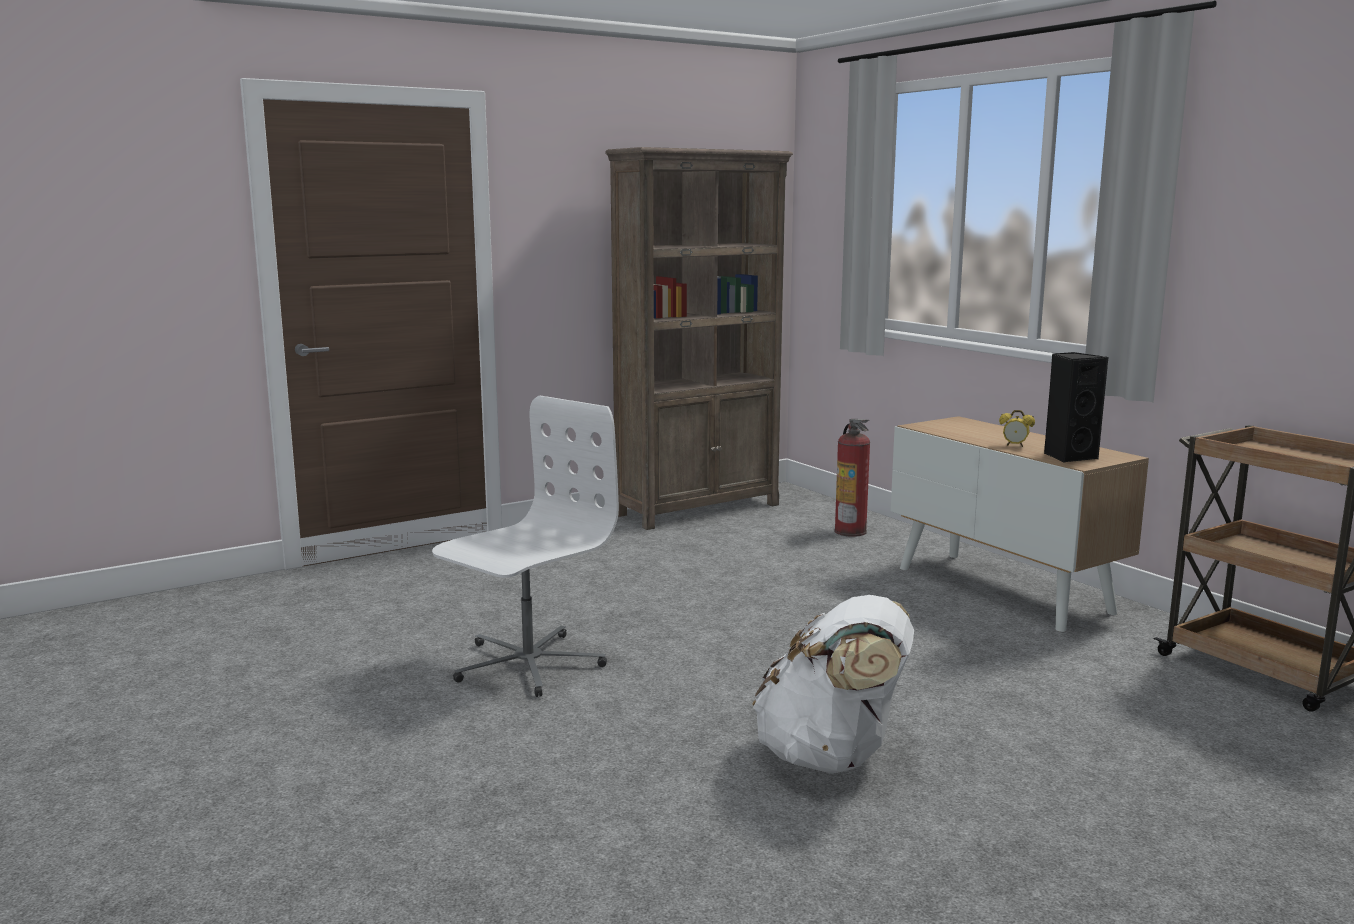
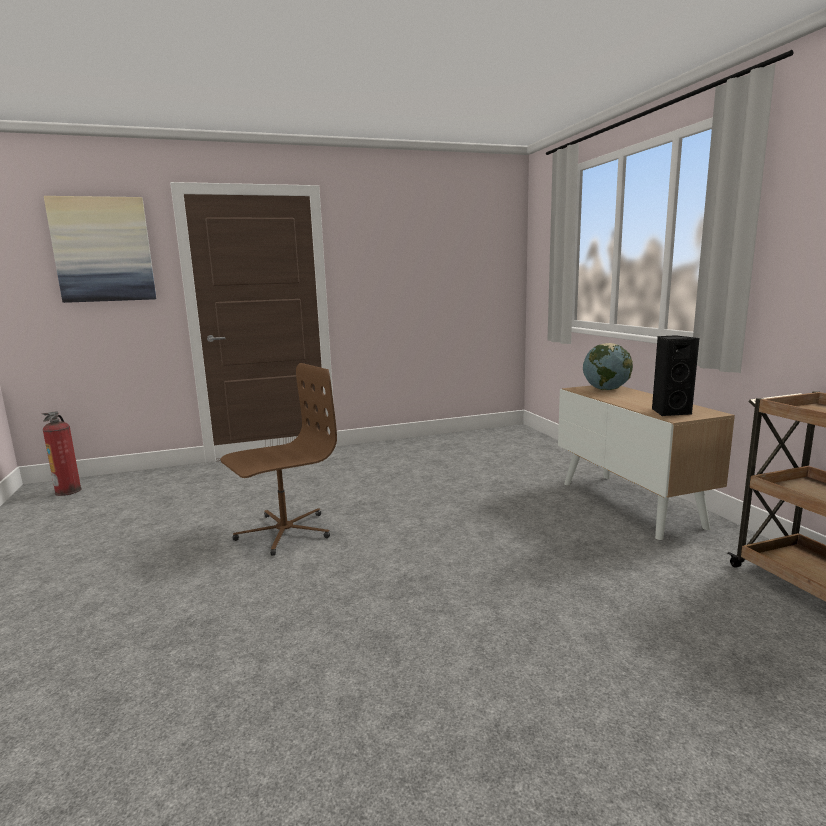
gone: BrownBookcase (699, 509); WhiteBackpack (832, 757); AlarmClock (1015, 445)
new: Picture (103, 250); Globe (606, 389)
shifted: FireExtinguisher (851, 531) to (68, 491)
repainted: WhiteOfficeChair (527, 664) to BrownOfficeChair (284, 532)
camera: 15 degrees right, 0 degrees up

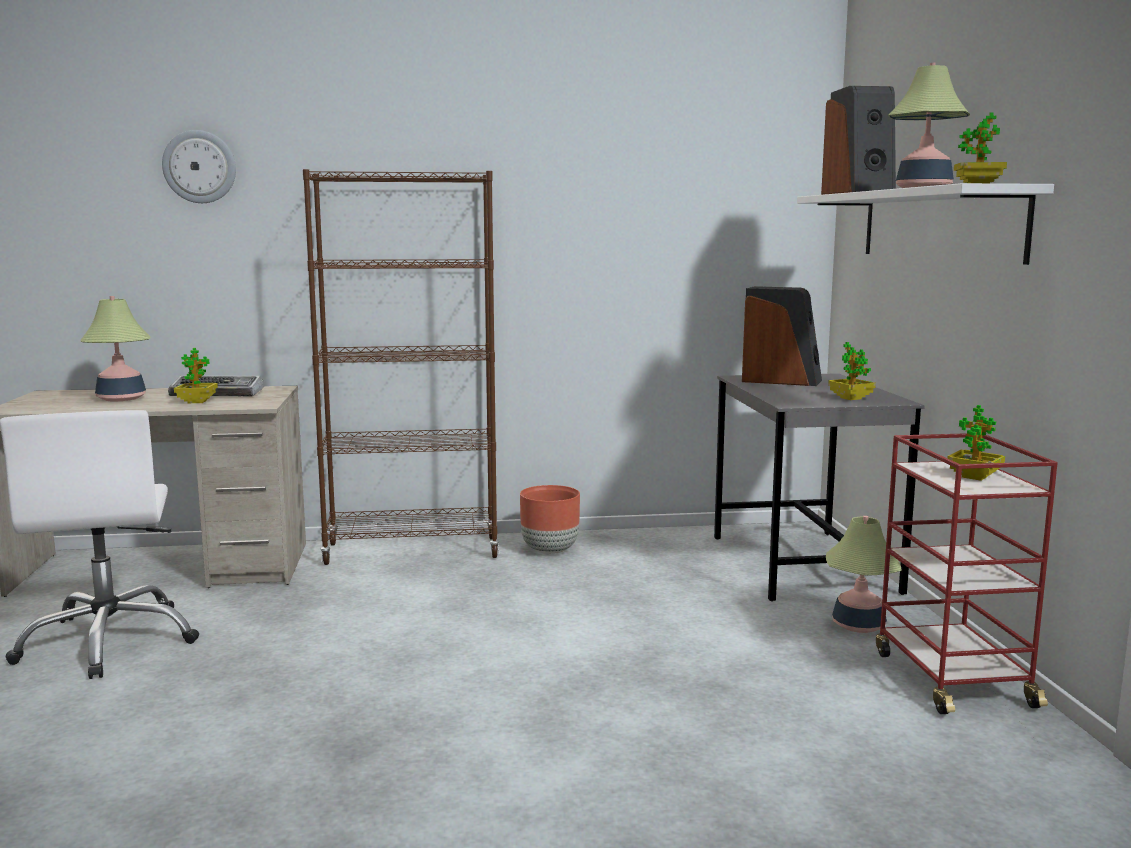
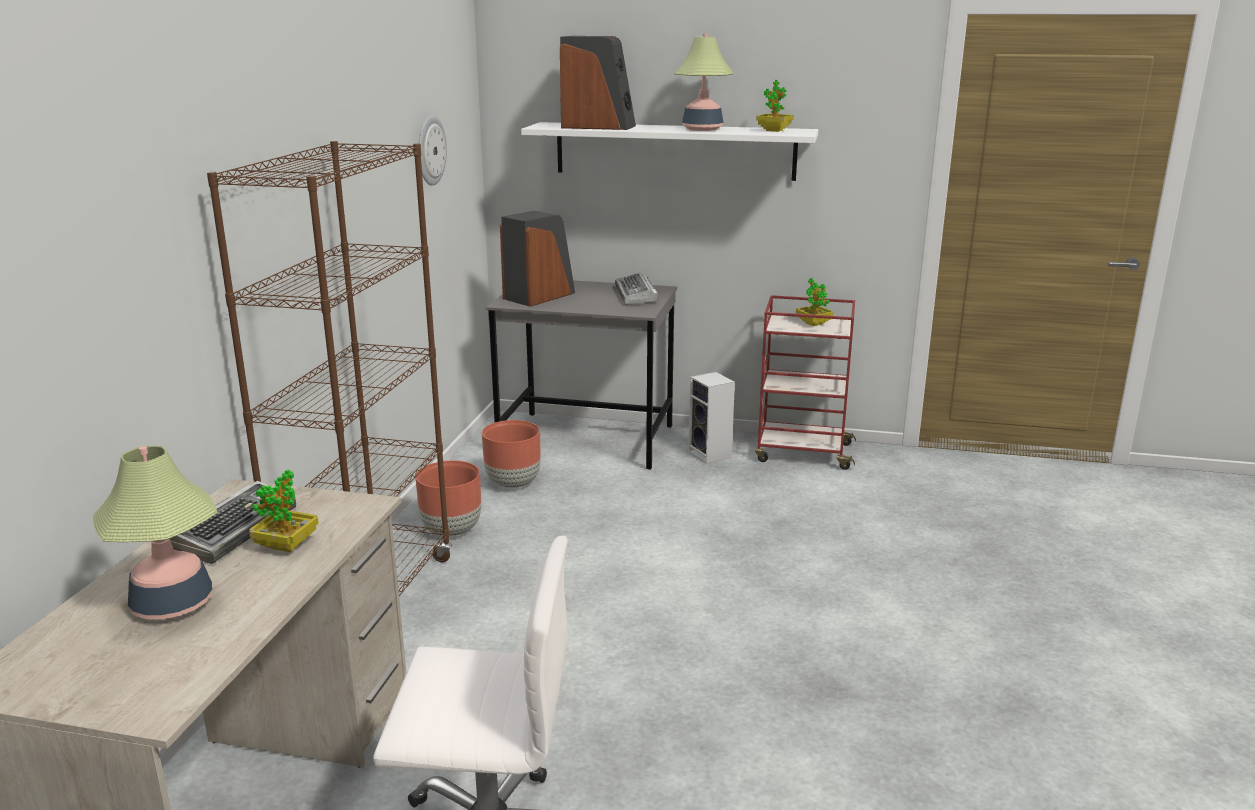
new: BrownPlanter (513, 483)
shifted: WallClock (199, 167) to (430, 150)
swapped: TableLamp (858, 625) to Speaker (711, 454); PottedPlant (850, 398) to Keyboard (636, 295)
camera: 70 degrees left, 10 degrees up

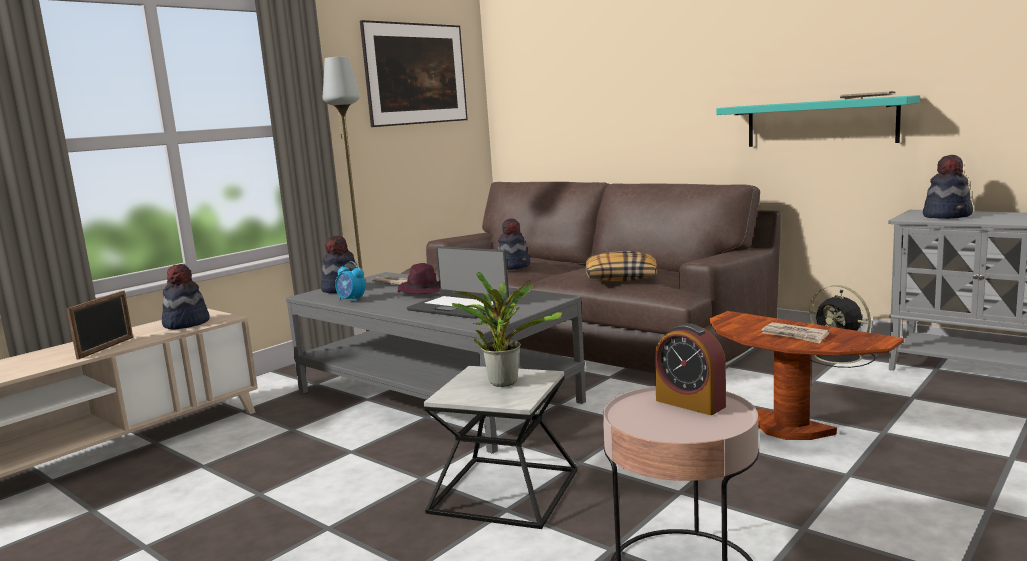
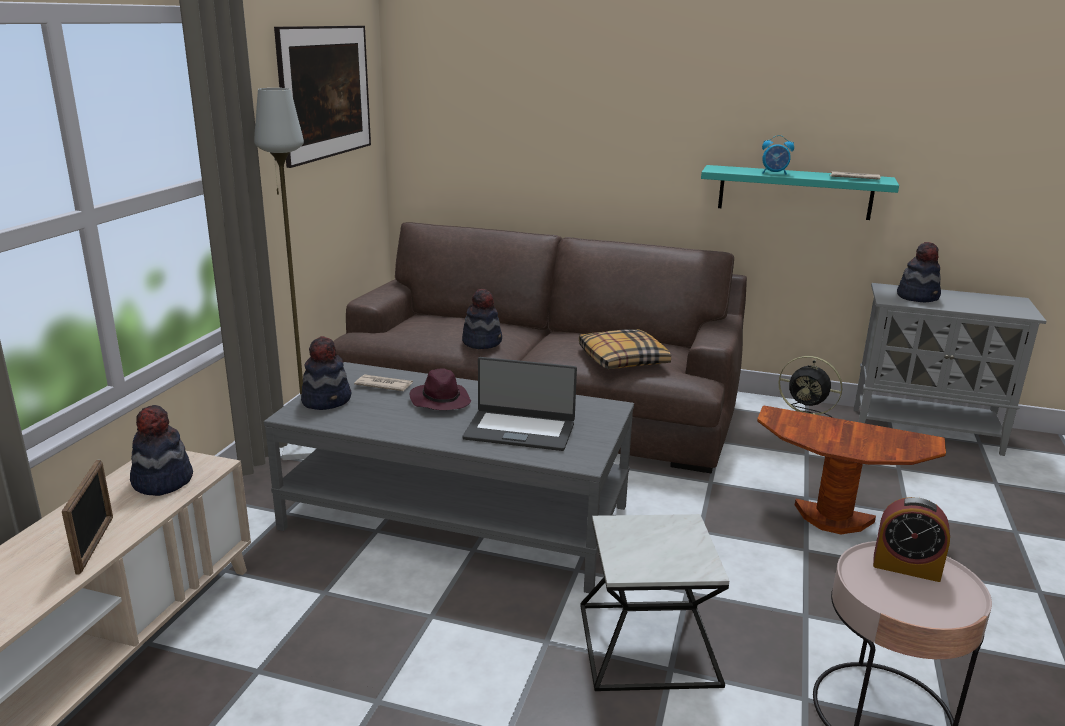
gone: PottedPlant (502, 381); Newspaper (795, 335)
shifted: AlarmClock (351, 300) to (774, 173)
camera: 25 degrees left, 10 degrees up

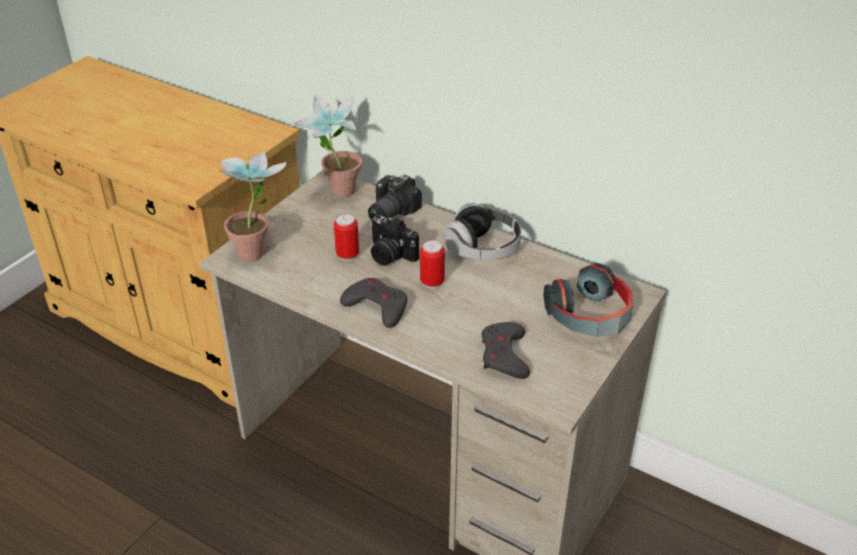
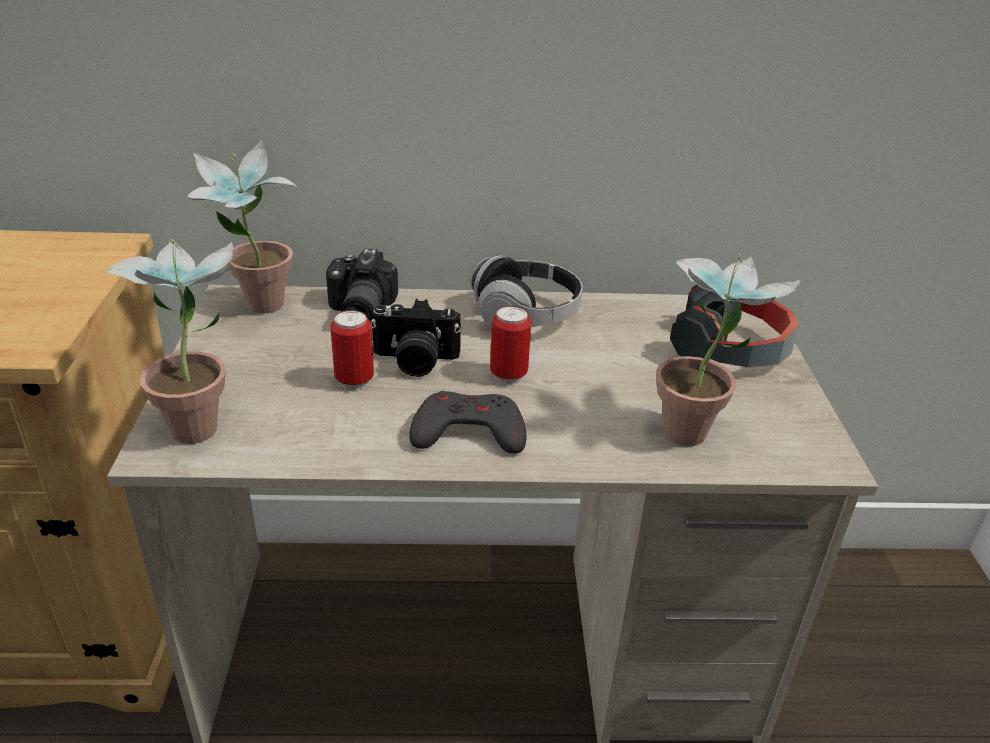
swapped: GreyGameController (504, 355) to PottedPlant (698, 429)
camera: 35 degrees left, 5 degrees down

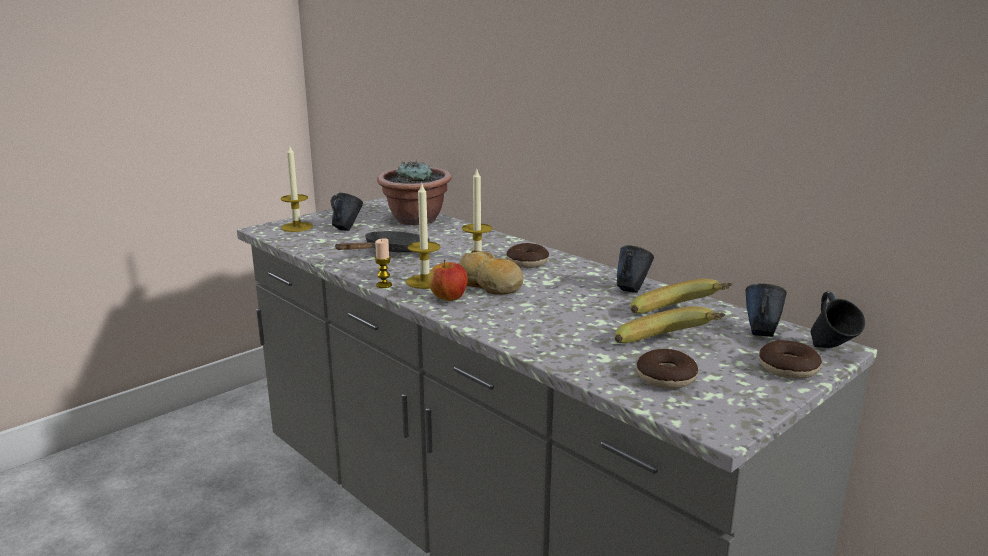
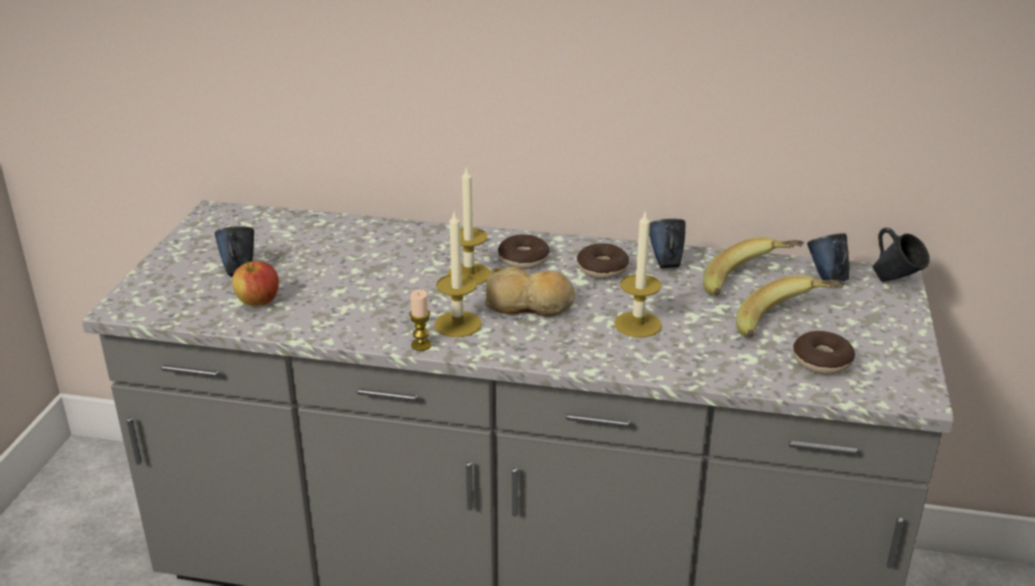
gone: BlackFryingPan (392, 252); PottedPlant (416, 220)
shifted: Candle (297, 227) to (638, 324); Apple (448, 298) to (258, 302); Donut (788, 368) to (602, 269)
camera: 35 degrees left, 10 degrees up

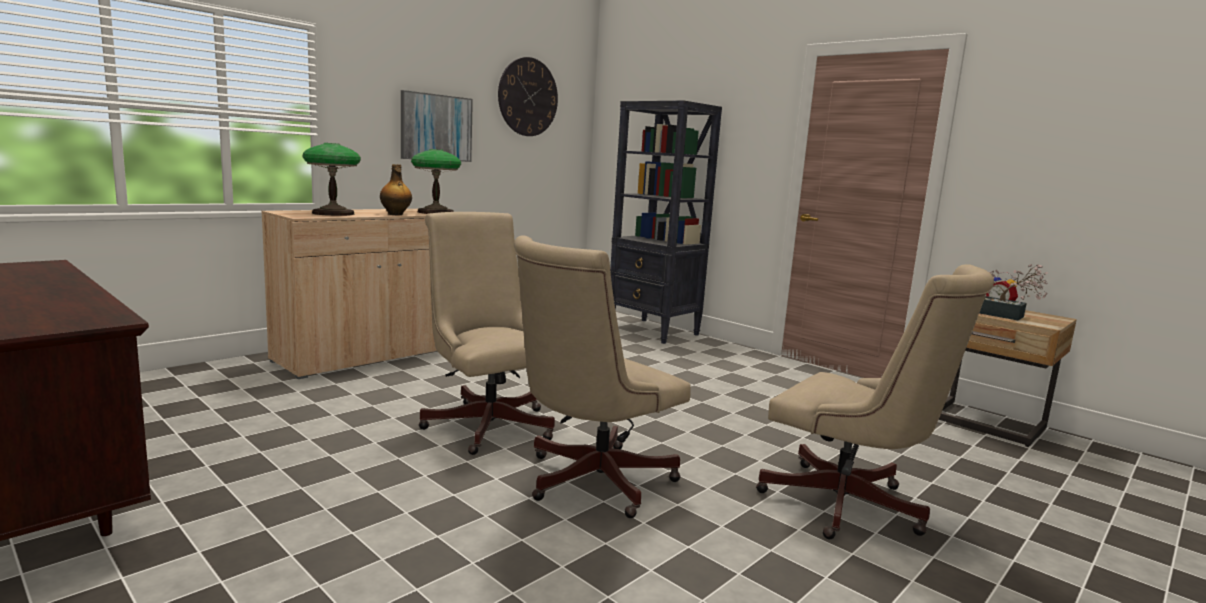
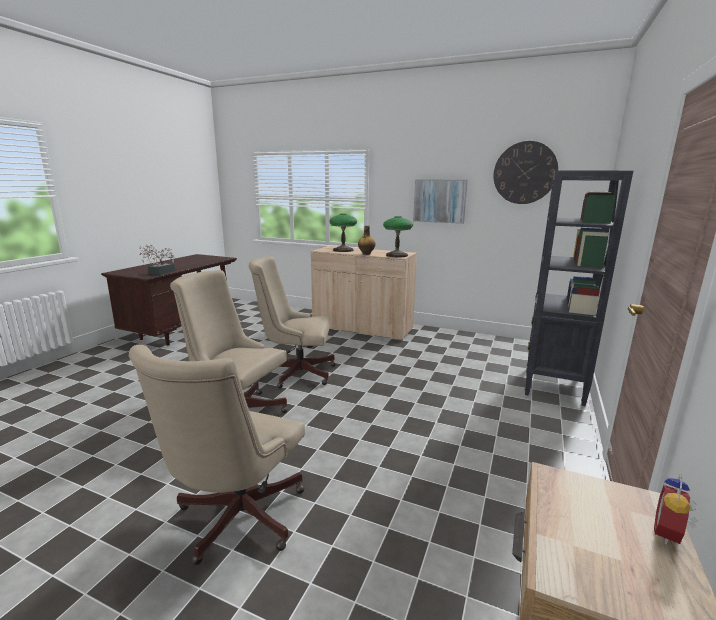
shifted: PottedPlant (1005, 316) to (159, 272)
rotated: BeigeOfficeChair (487, 423) = (295, 372) 120 degrees counterclockwise
camera: 70 degrees right, 5 degrees up

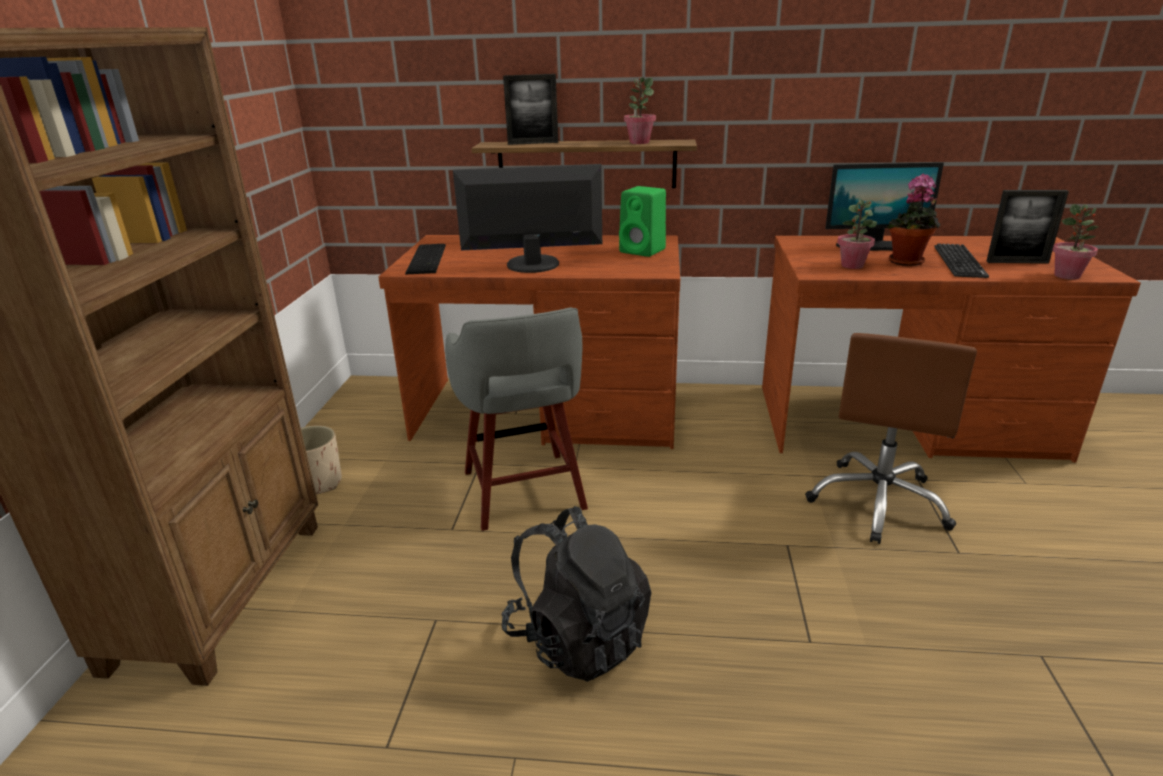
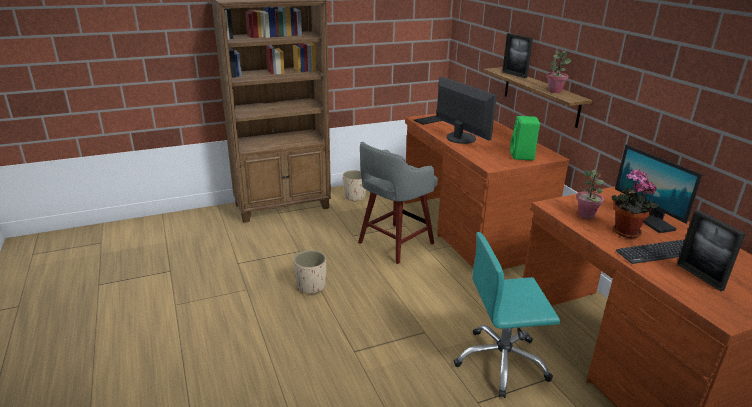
gone: PottedPlant (1067, 276)
swapped: BlackBackpack (577, 638) to BeigePlanter (311, 286)
repainted: BrownOfficeChair (879, 502) to TurquoiseOfficeChair (501, 362)
camera: 60 degrees right, 0 degrees up

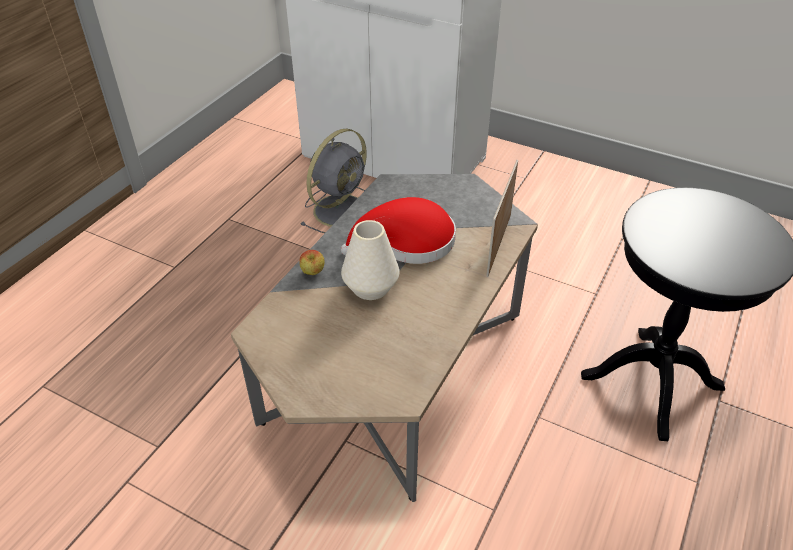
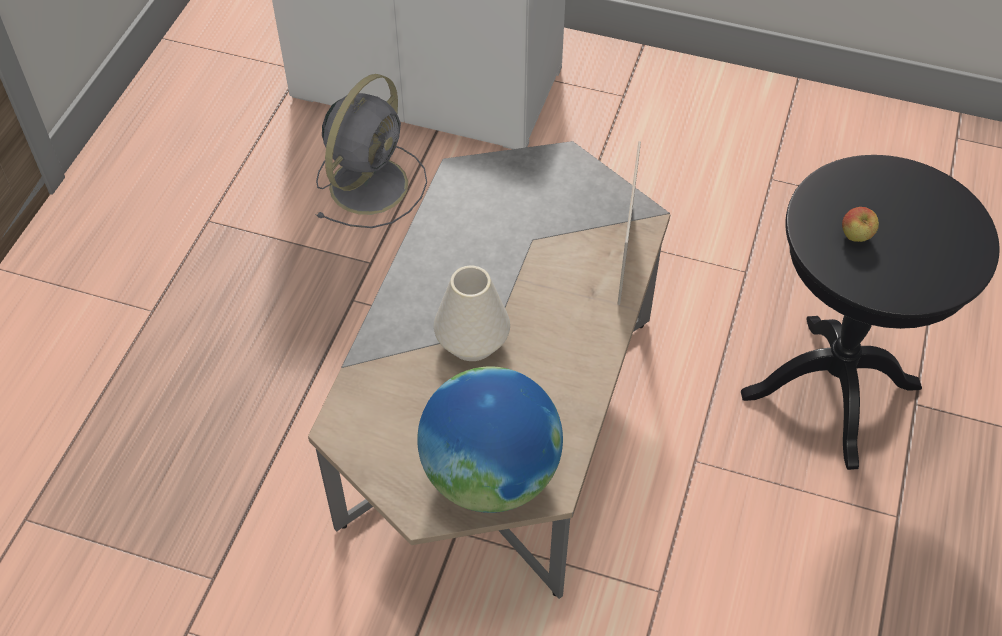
gone: RedHat (408, 242)
new: Globe (490, 476)
shifted: Apple (313, 273) to (855, 237)
camera: 10 degrees left, 10 degrees up

